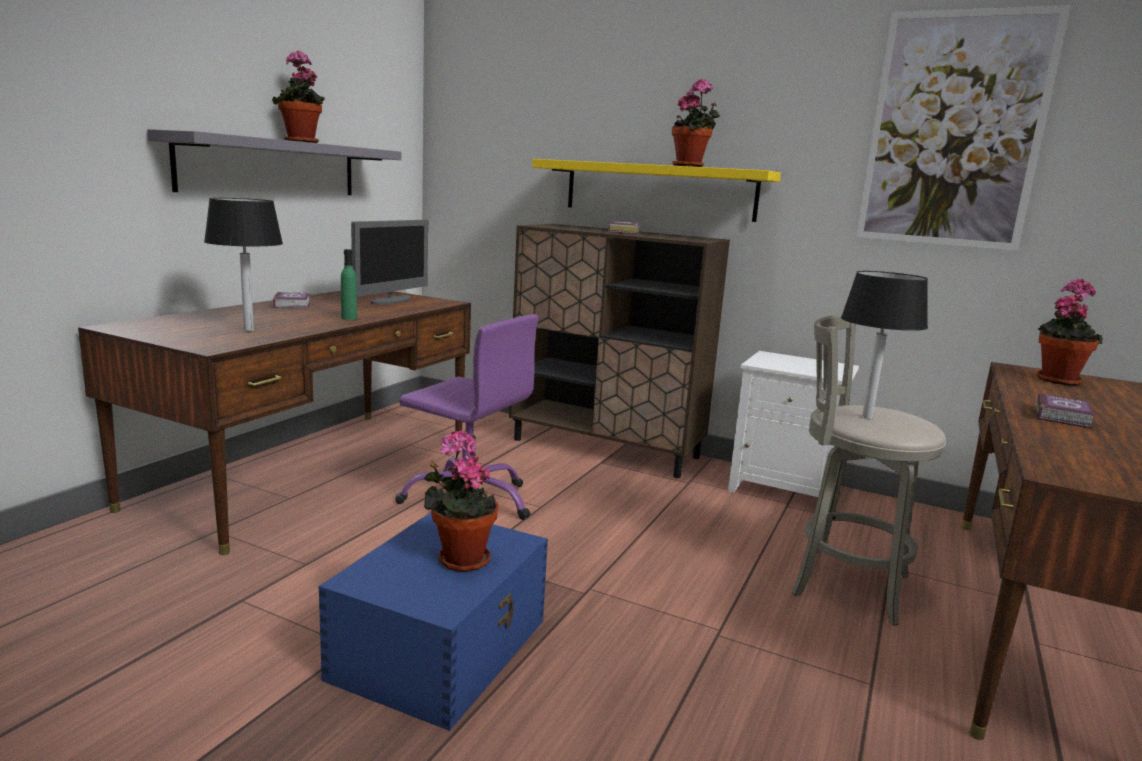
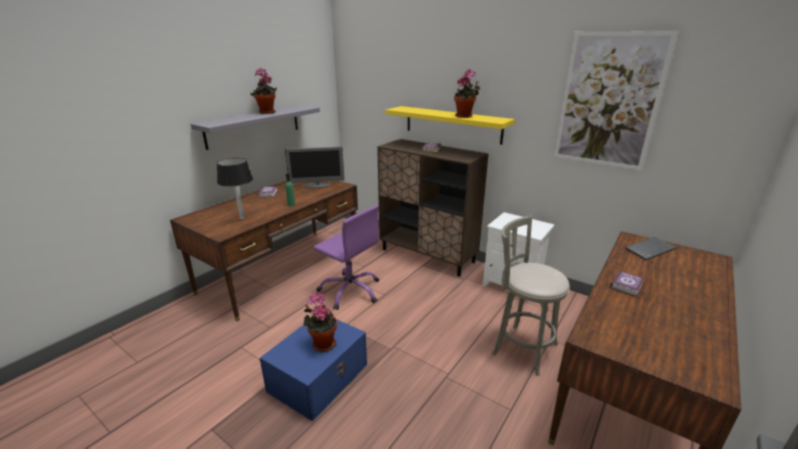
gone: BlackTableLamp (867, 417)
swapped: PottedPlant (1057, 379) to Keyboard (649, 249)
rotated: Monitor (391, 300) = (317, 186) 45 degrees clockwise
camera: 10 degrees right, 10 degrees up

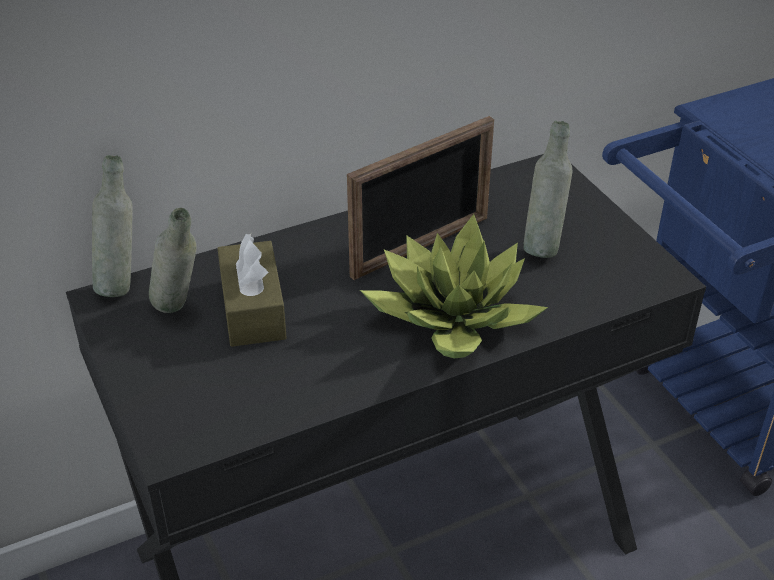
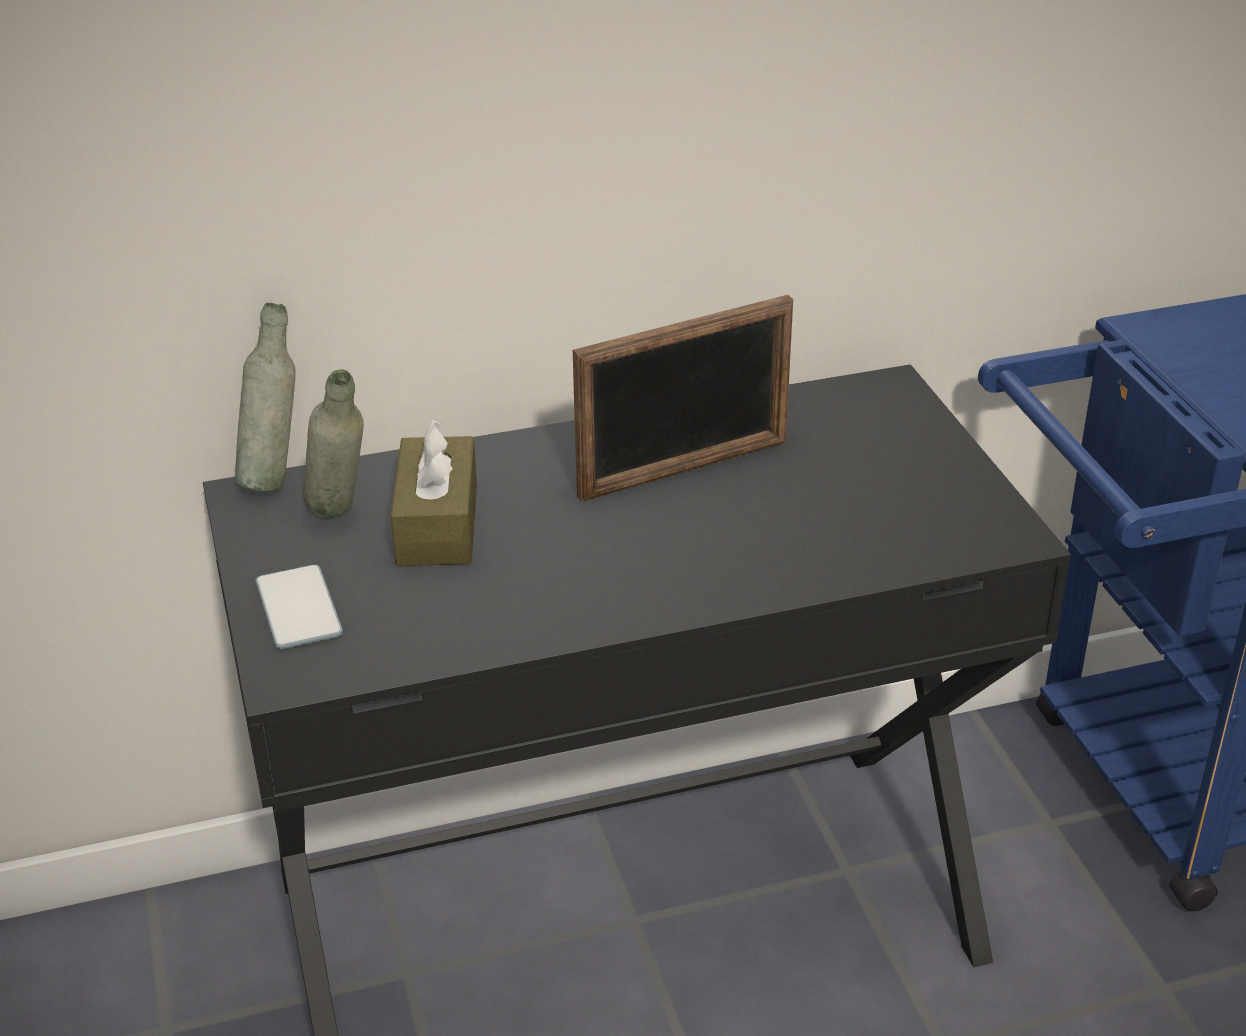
gone: PottedPlant (454, 318); GreyBottle (543, 246)
new: Phone (298, 609)
camera: 10 degrees right, 5 degrees down

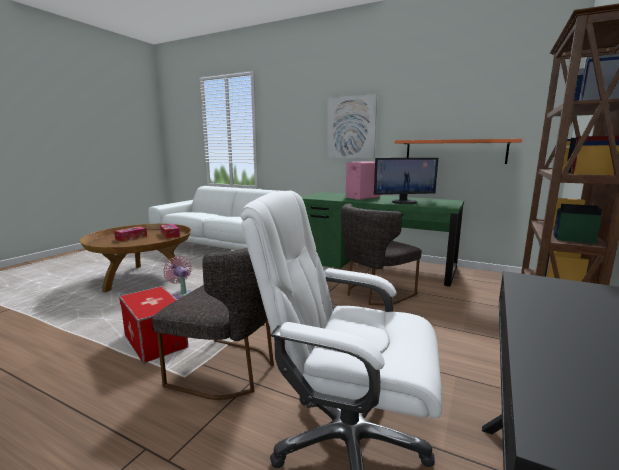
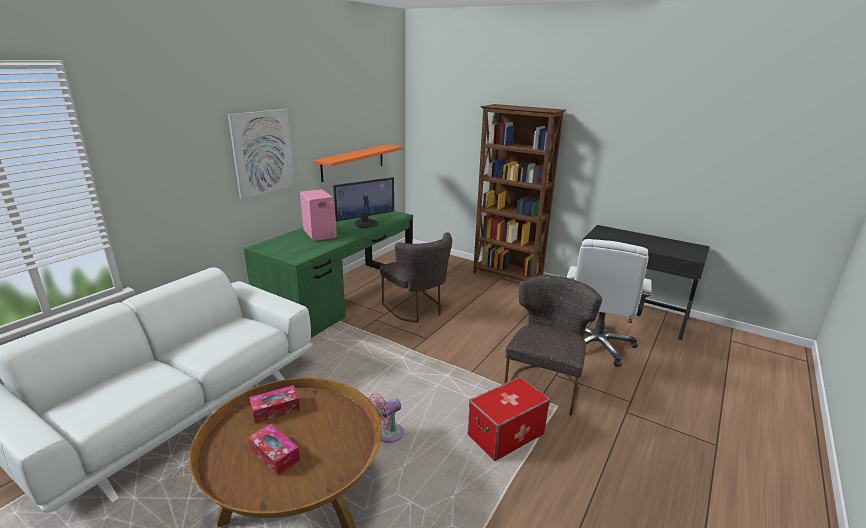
rotated: Monitor (404, 202) = (365, 223) 60 degrees clockwise
camera: 85 degrees left, 10 degrees up

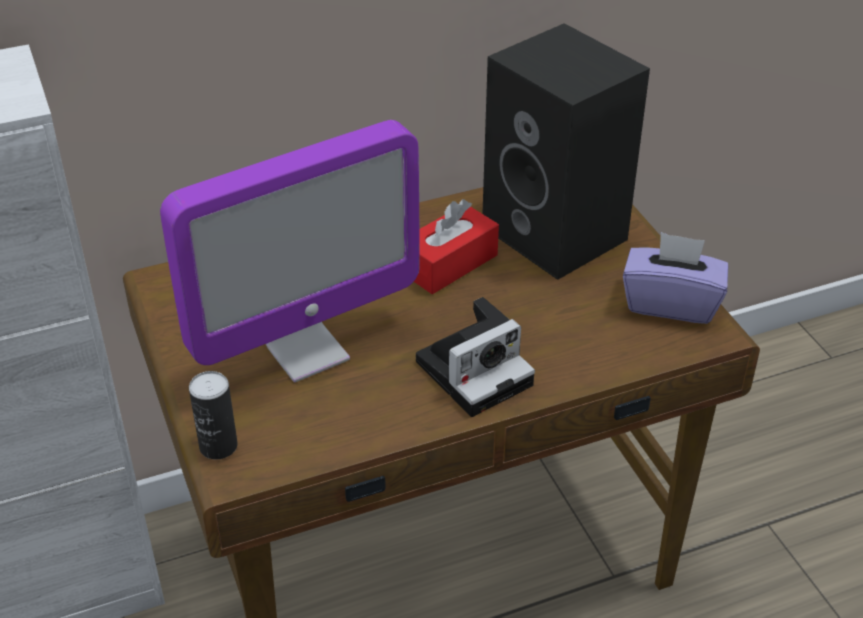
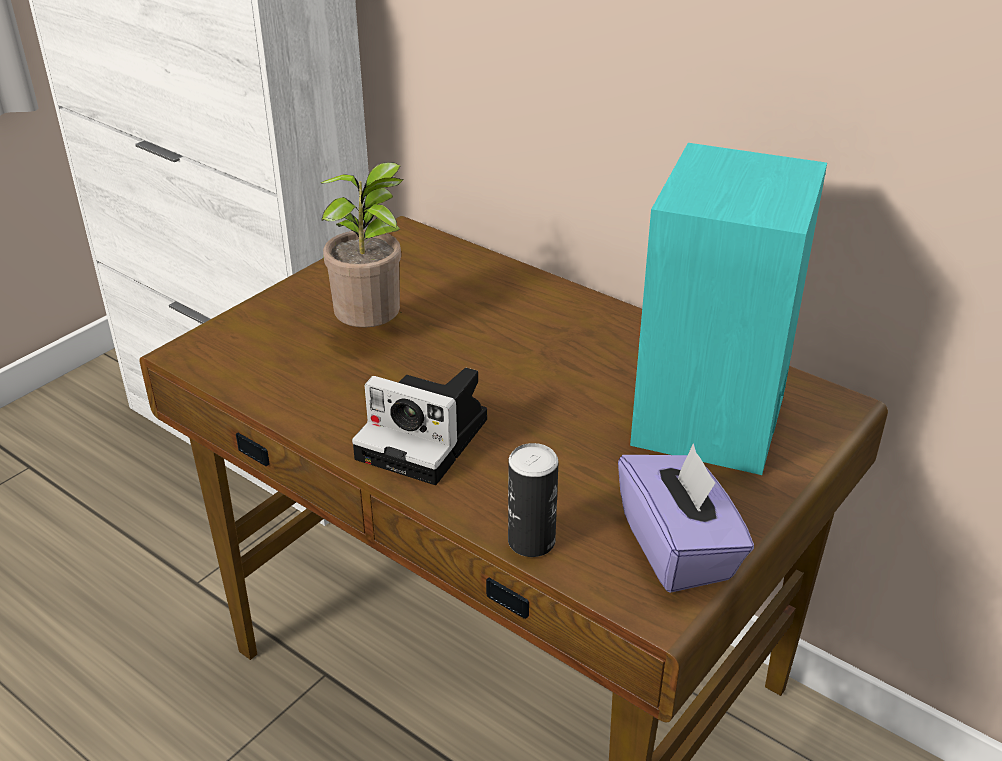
gone: RedTissueBox (448, 263)
shifted: Can (218, 446) to (531, 541)
swapped: Monitor (306, 351) to PottedPlant (373, 332)
repainted: BlackSpeaker (558, 233) to TurquoiseSpeaker (712, 420)
camera: 60 degrees right, 5 degrees down

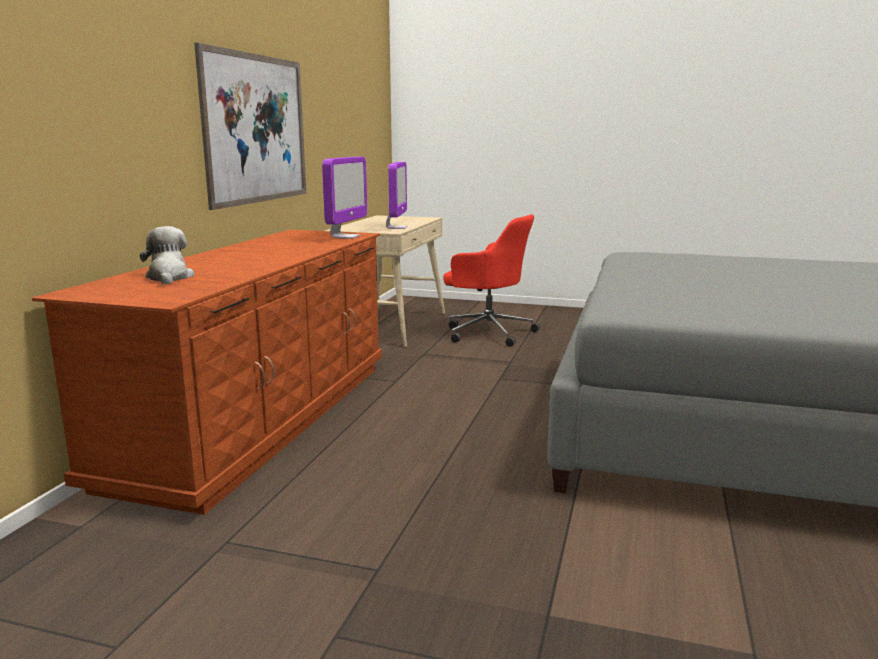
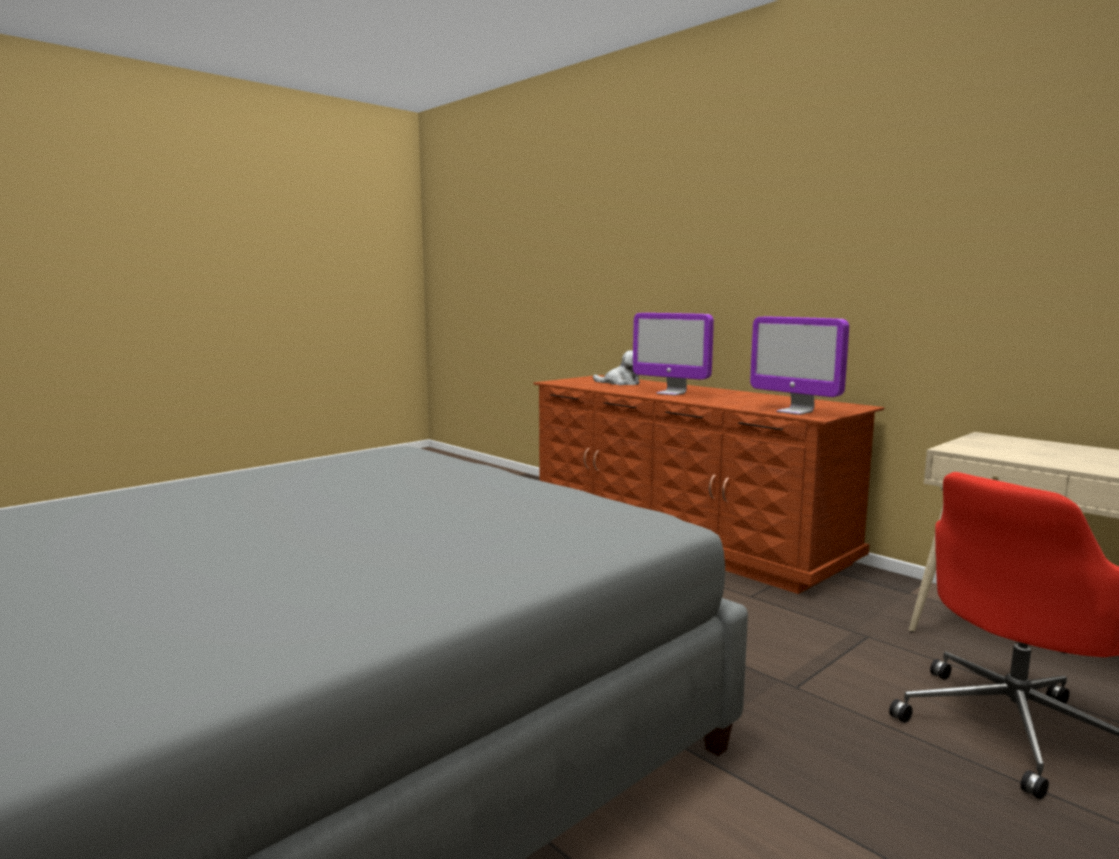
gone: Picture (257, 129)
shifted: Monitor (396, 227) to (671, 393)
camera: 120 degrees right, 5 degrees down

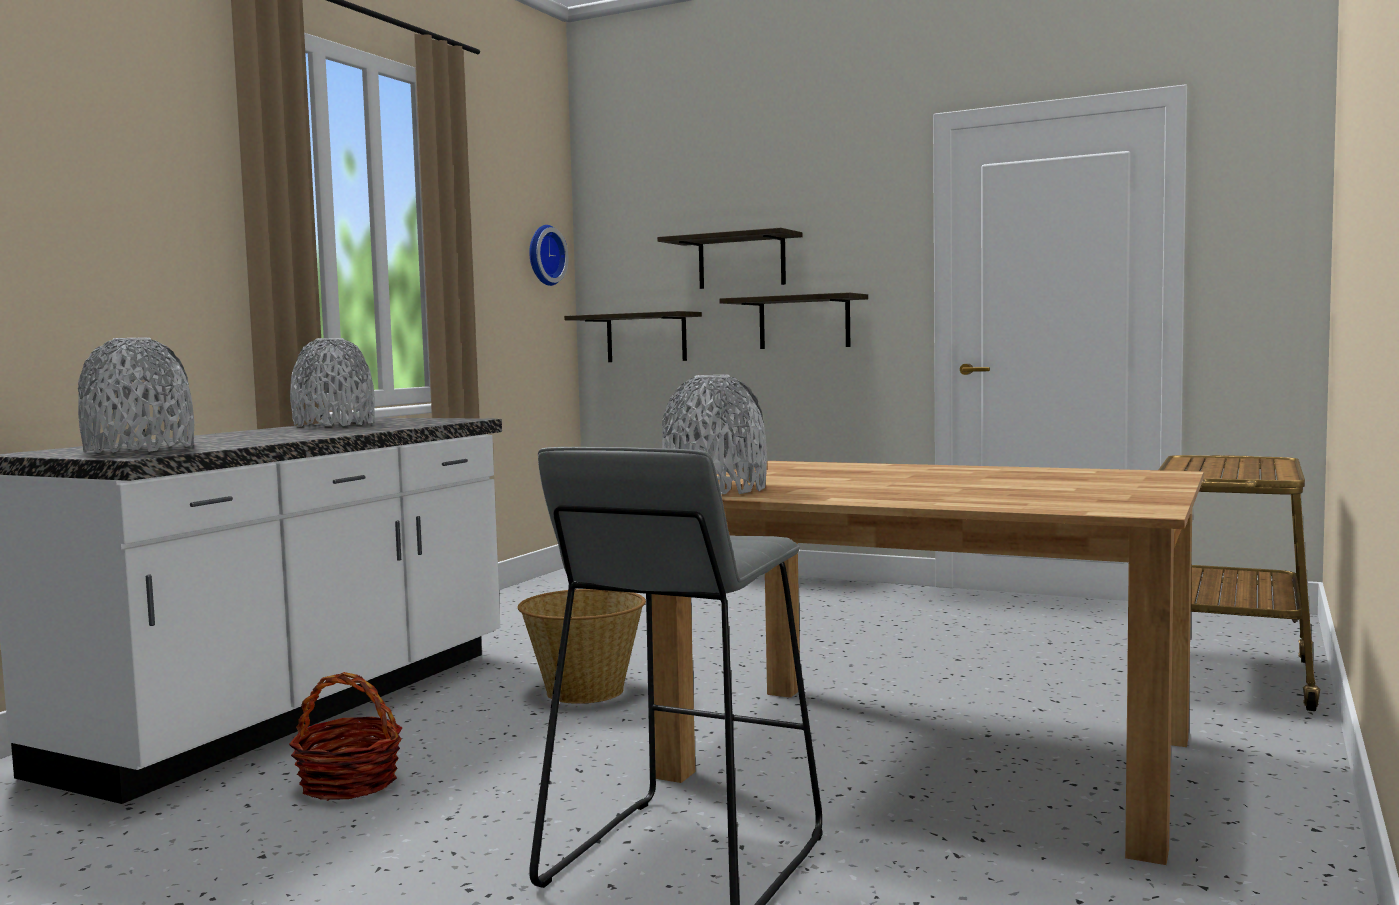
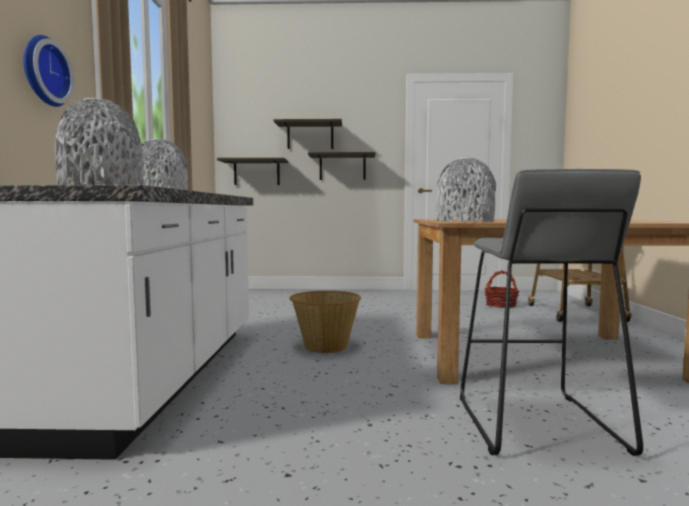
shifted: Basket (349, 783) to (501, 305); WallClock (543, 255) to (43, 71)
camera: 25 degrees left, 0 degrees up

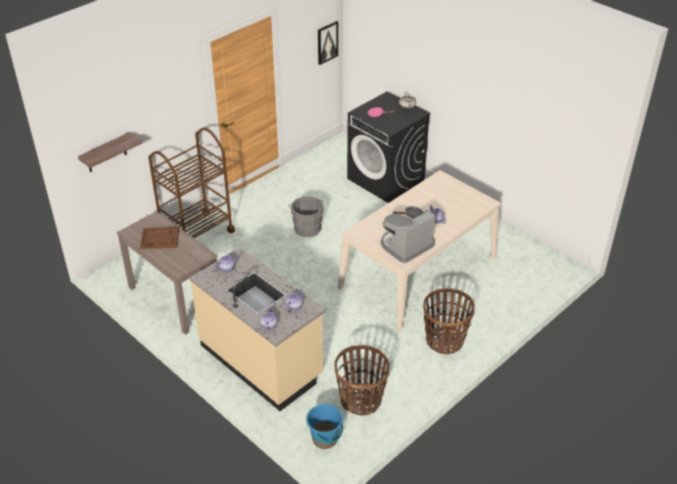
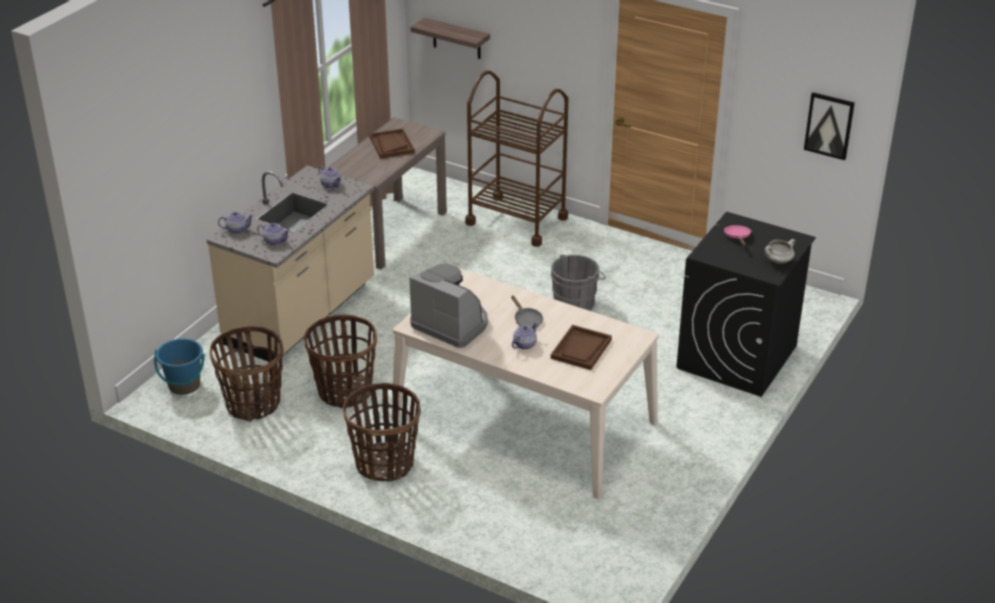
new: Basket (344, 392); BrownTray (581, 349)
camera: 75 degrees right, 5 degrees down

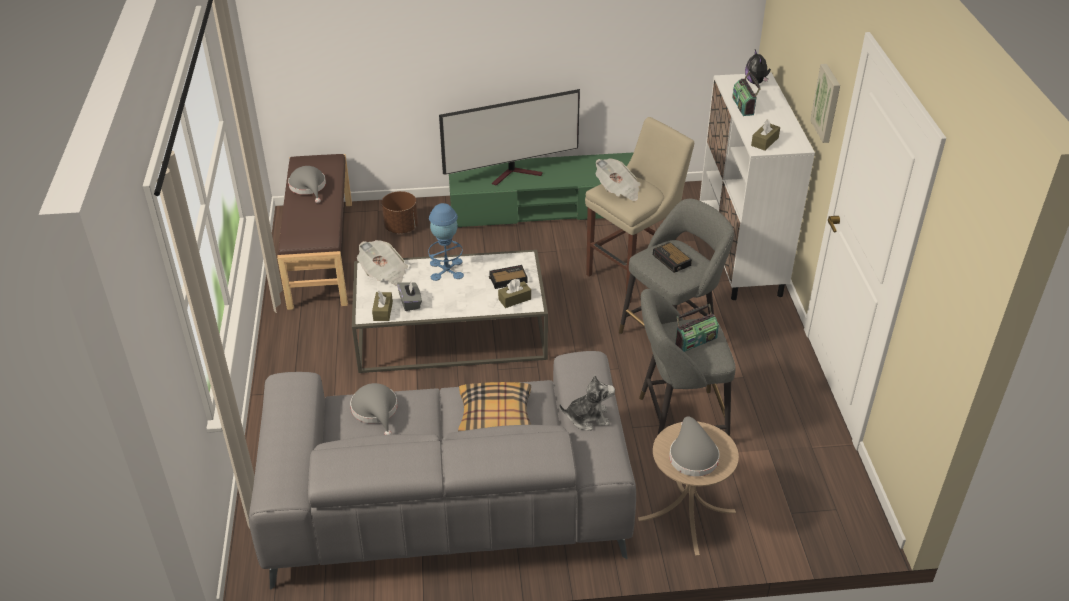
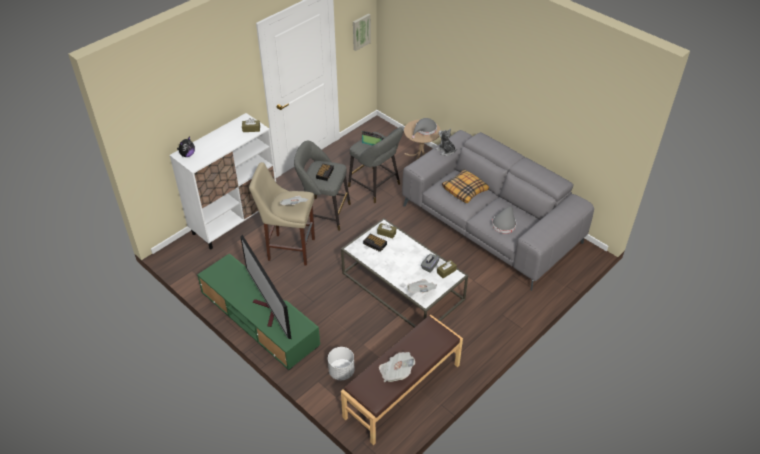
gone: BlueTableLamp (446, 269); Radio (744, 106)
shifted: Picture (827, 103) to (360, 31)
swapped: GreyHat (309, 187) to Newspaper (396, 372)
repainted: BrownPlanter (401, 227) to WhitePlanter (341, 371)
rotated: Television (515, 174) = (269, 311) 150 degrees counterclockwise
camera: 130 degrees left, 5 degrees up

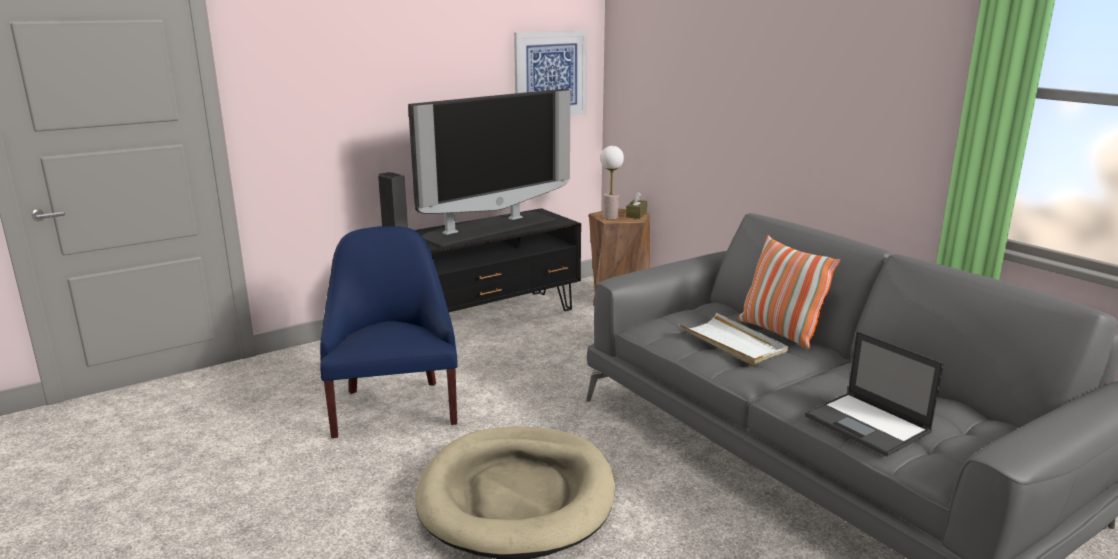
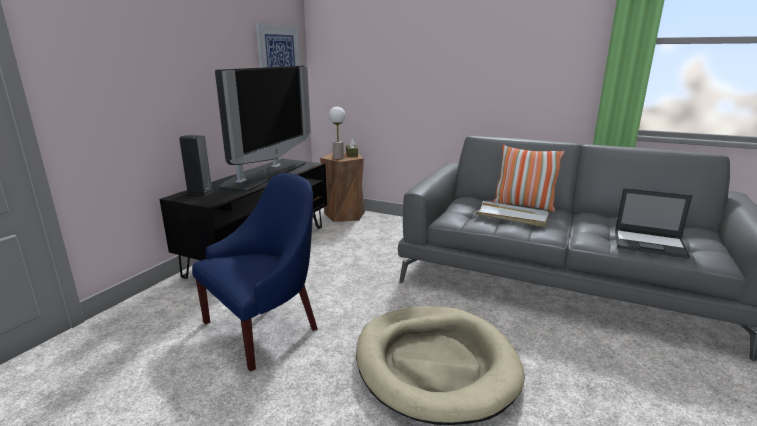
rotated: BlueArmchair (394, 406) = (265, 327) 90 degrees clockwise
camera: 30 degrees left, 0 degrees up

